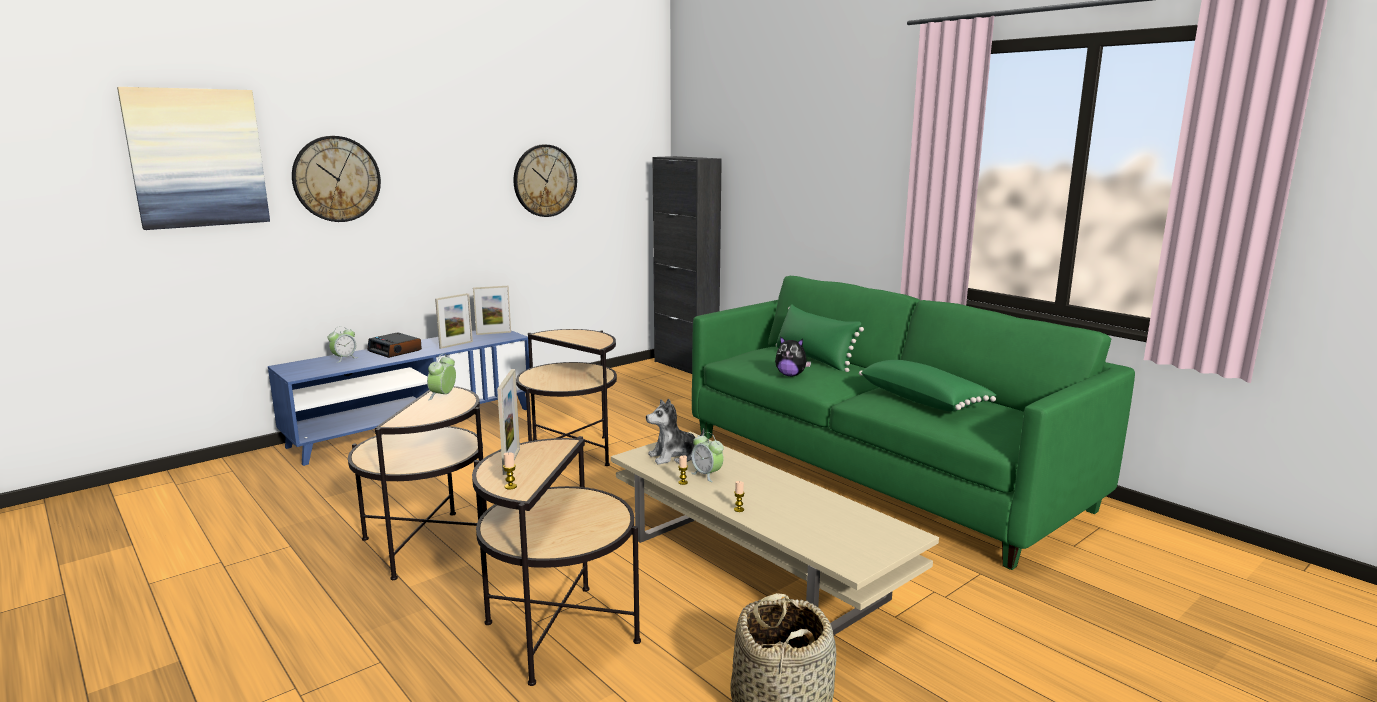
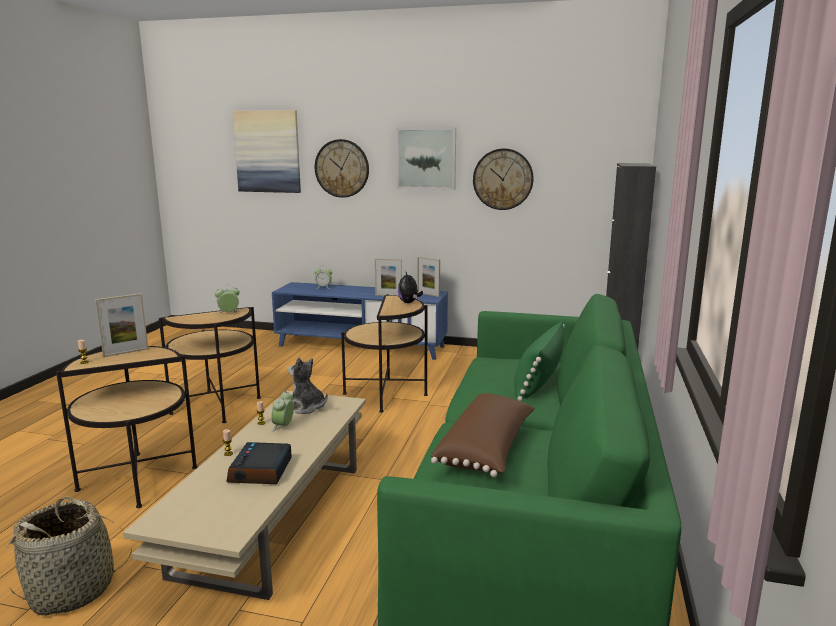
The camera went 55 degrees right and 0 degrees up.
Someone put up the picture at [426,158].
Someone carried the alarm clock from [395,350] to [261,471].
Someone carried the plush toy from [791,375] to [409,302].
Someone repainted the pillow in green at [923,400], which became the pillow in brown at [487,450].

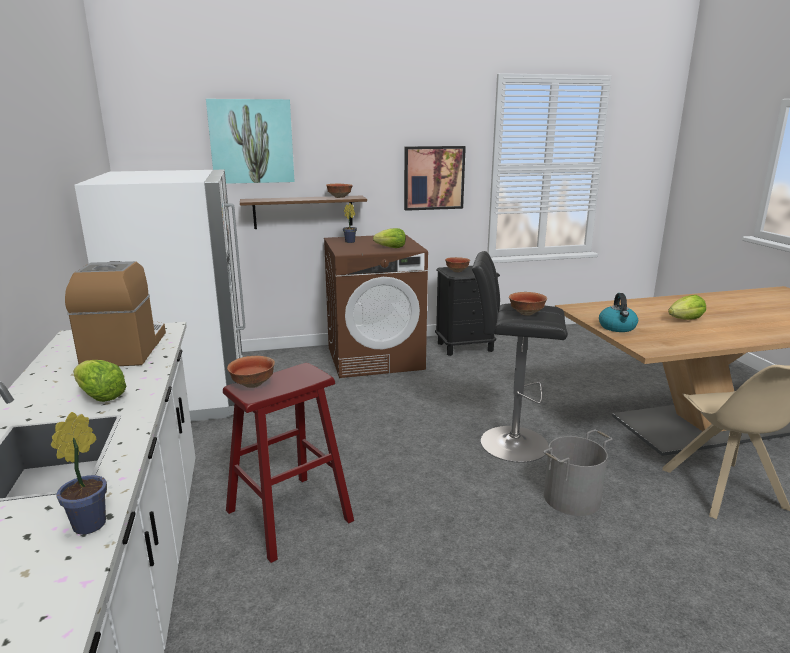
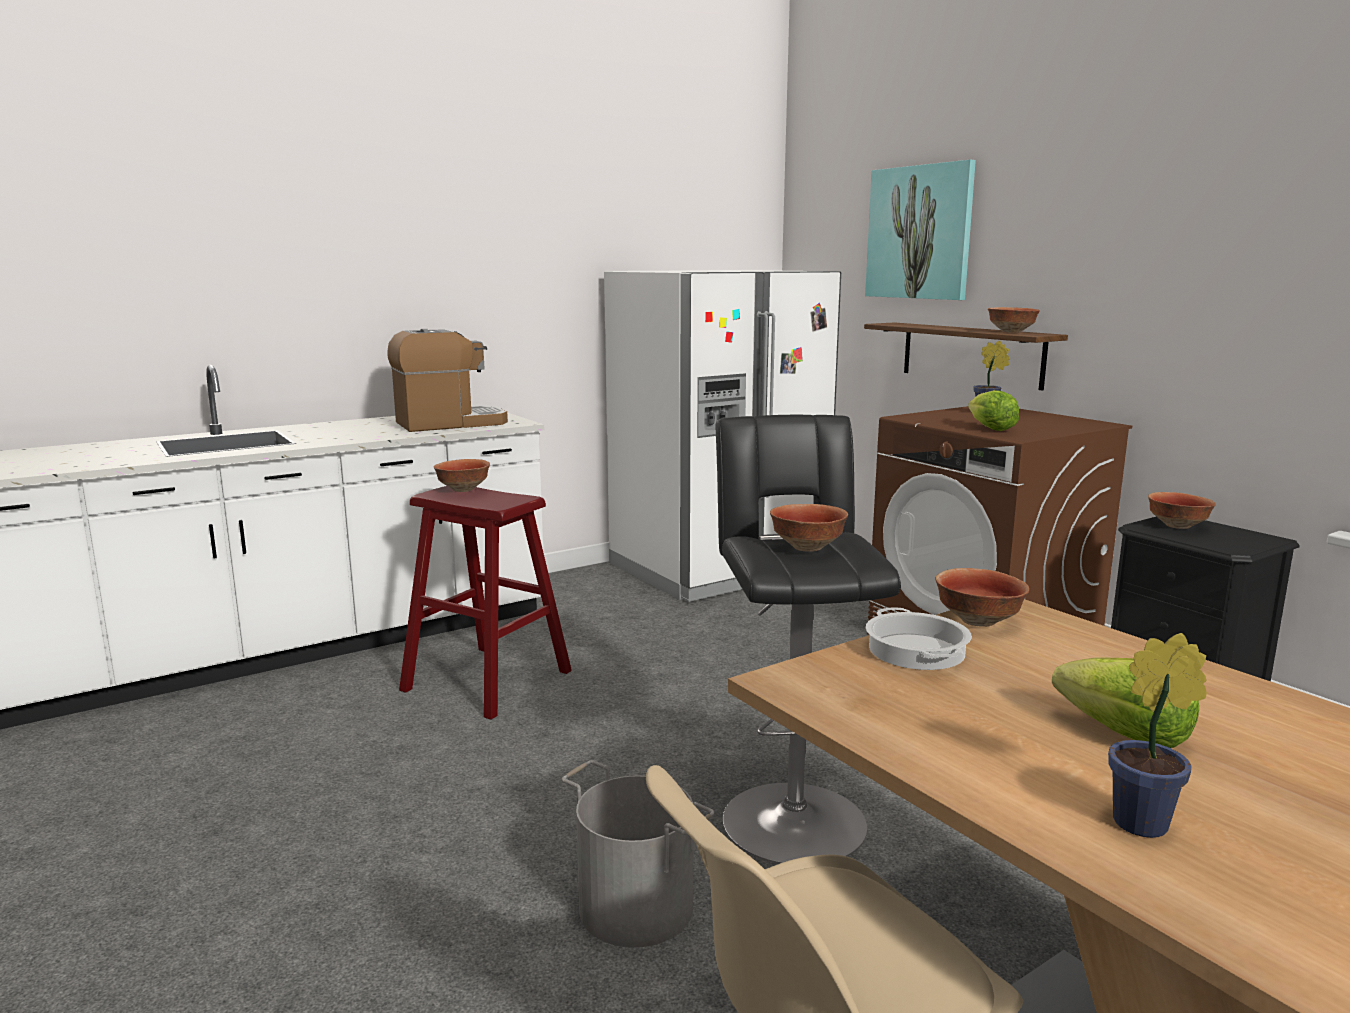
The camera went 70 degrees right and 5 degrees down.
Someone took away the lettuce at [100,397].
Someone took away the picture at [433,178].
Someone put down the bowl at [978,620].
Someone carried the potted plant from [93,522] to [1147,824].
Someone swapped the kettle at [617,327] for the cooking pot at [917,651].

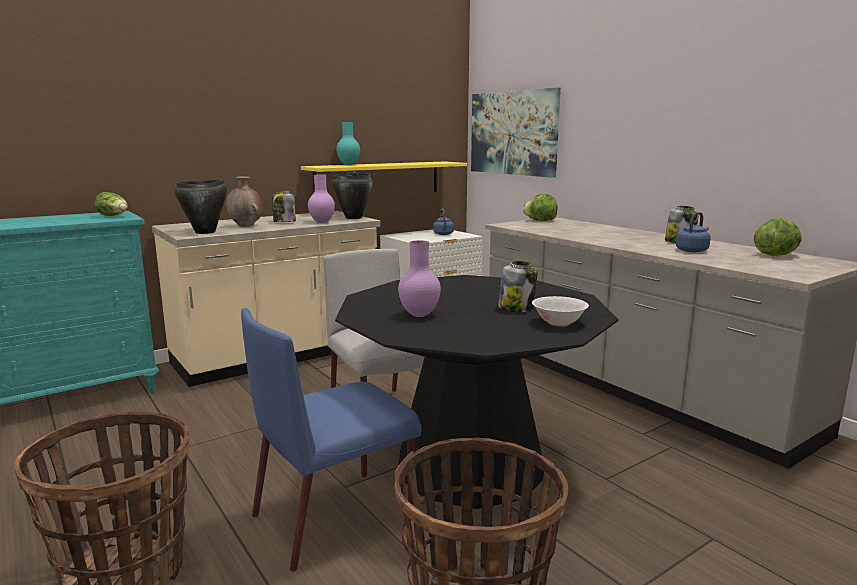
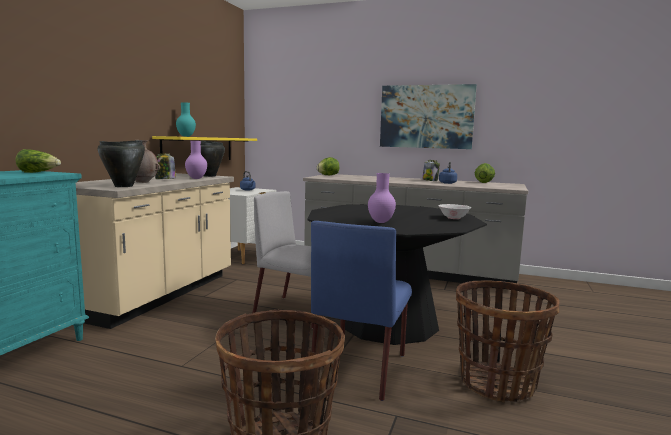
The camera went 35 degrees left and 5 degrees down.
Someone took away the jar at [516,308].
Someone carried the picture from [513,133] to [426,116].

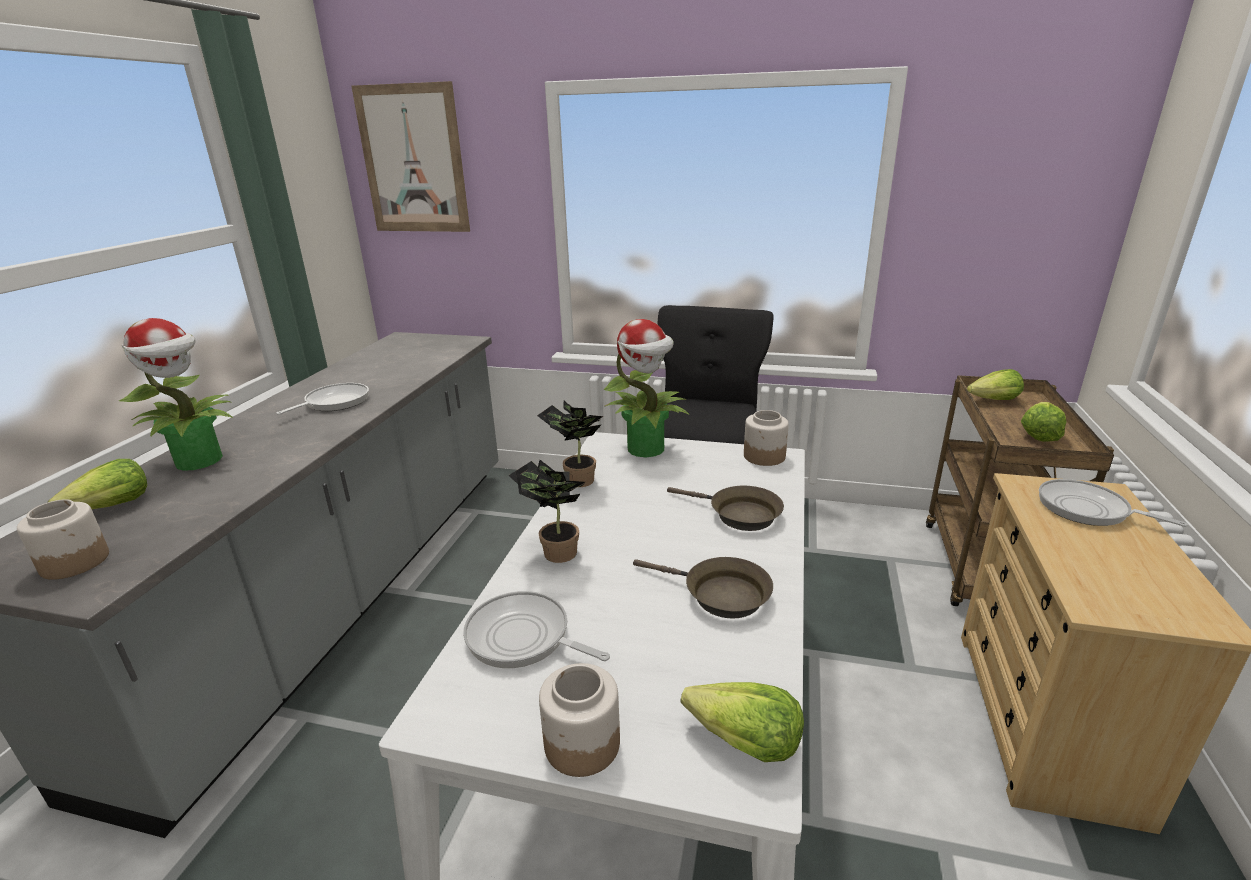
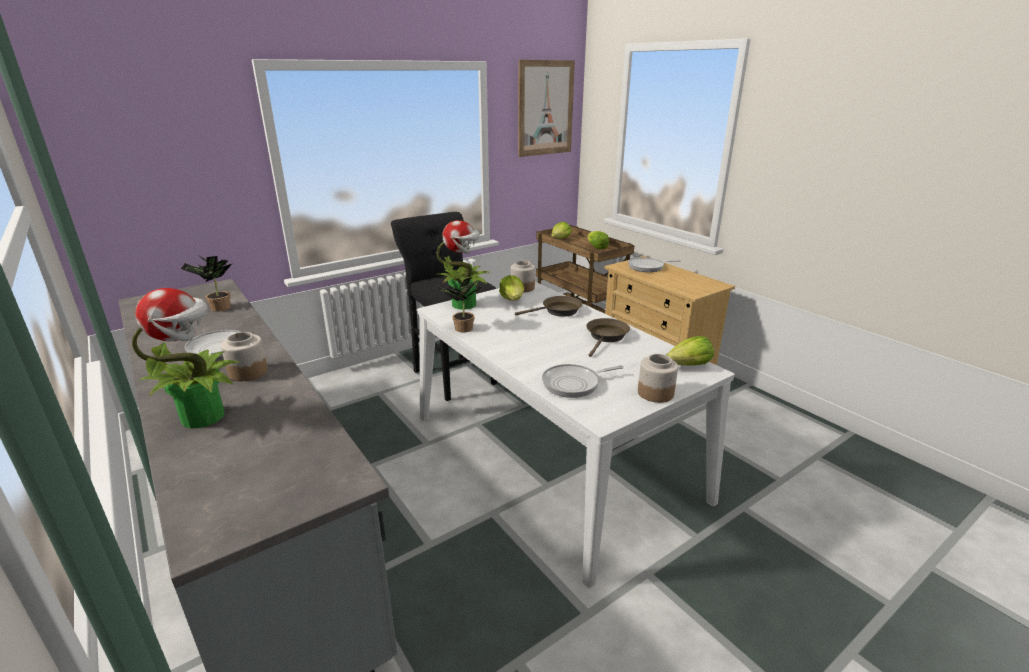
The camera went 50 degrees left and 0 degrees up.
Someone carried the jar from [75,562] to [248,372].
Someone carried the lettuce from [112,507] to [513,299].
Someone carried the picture from [413,160] to [545,108].
Someone carried the potted plant from [555,552] to [217,308].
Someone rotated the frying pan in brown at [719,595] by 45 degrees counterclockwise.

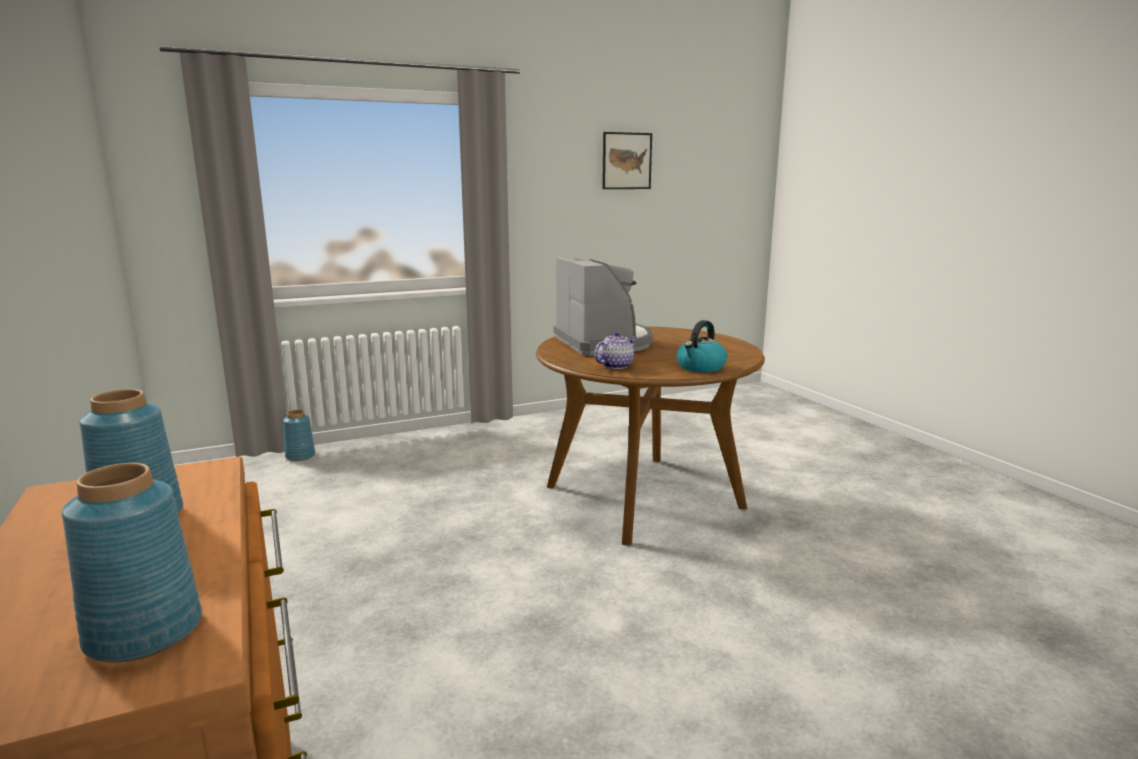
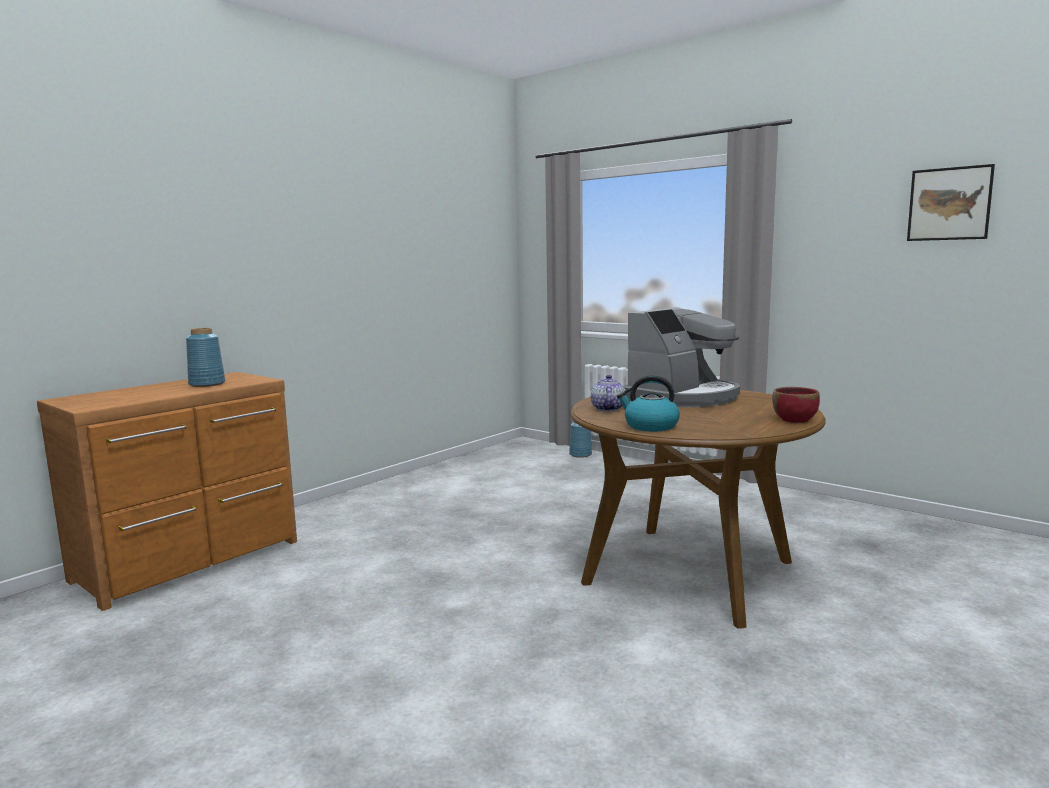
The camera went 65 degrees right and 5 degrees down.
Someone took away the vase in blue at [143,634].
Someone put down the bowl in red at [795,420].
Someone rotated the teapot at [615,366] by 105 degrees counterclockwise.

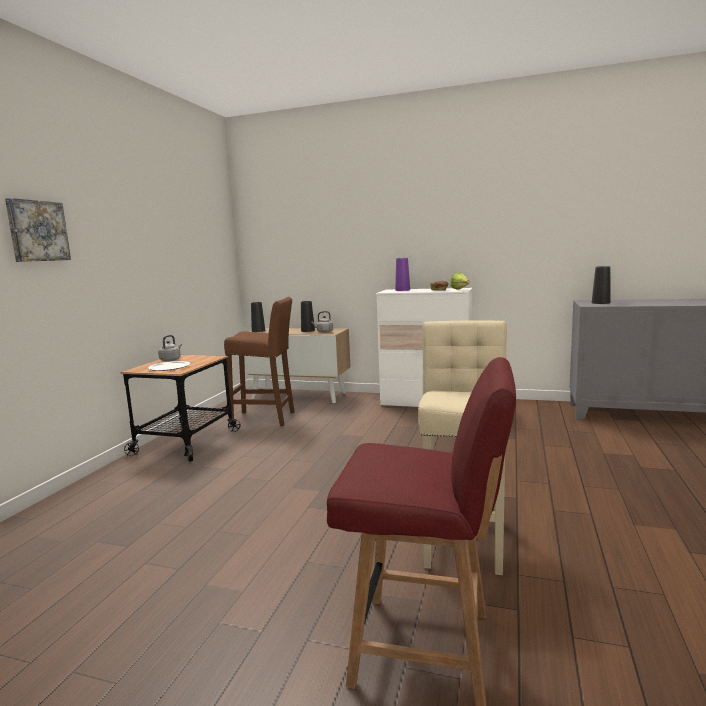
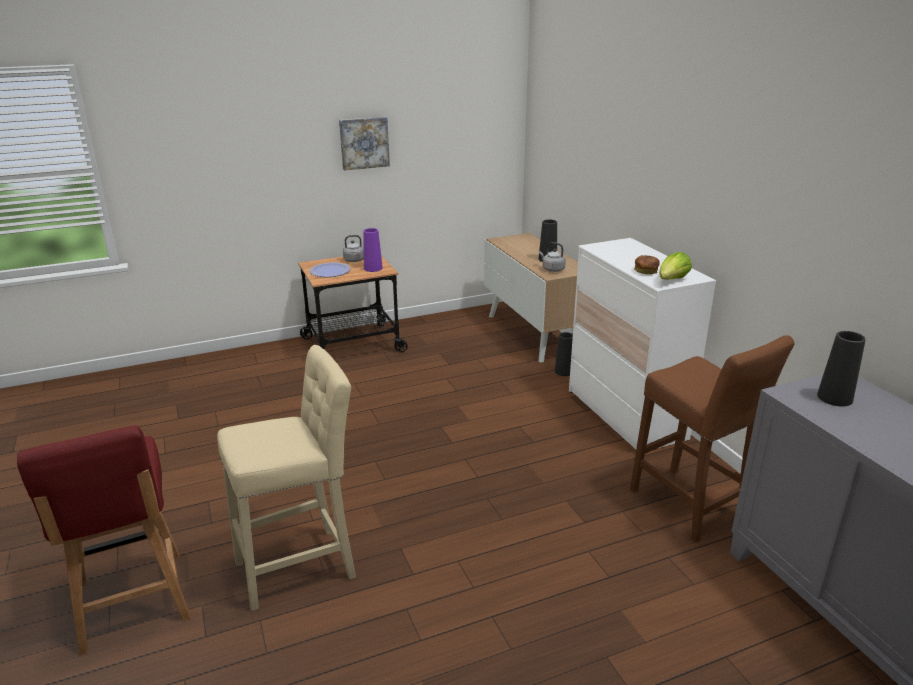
The camera went 50 degrees right and 15 degrees up.
Someone carried the picture from [37,231] to [364,143].
Someone carried the stool in brown from [266,418] to [690,507].
Someone carried the vase in black from [258,331] to [564,371].
Someone carried the vase in purple from [402,290] to [373,268].

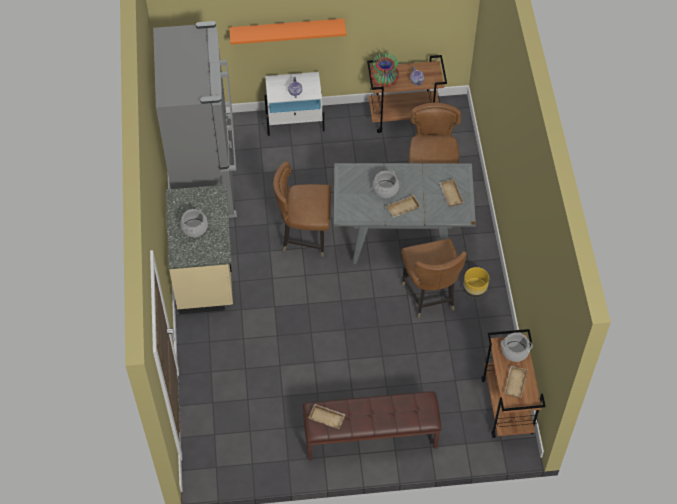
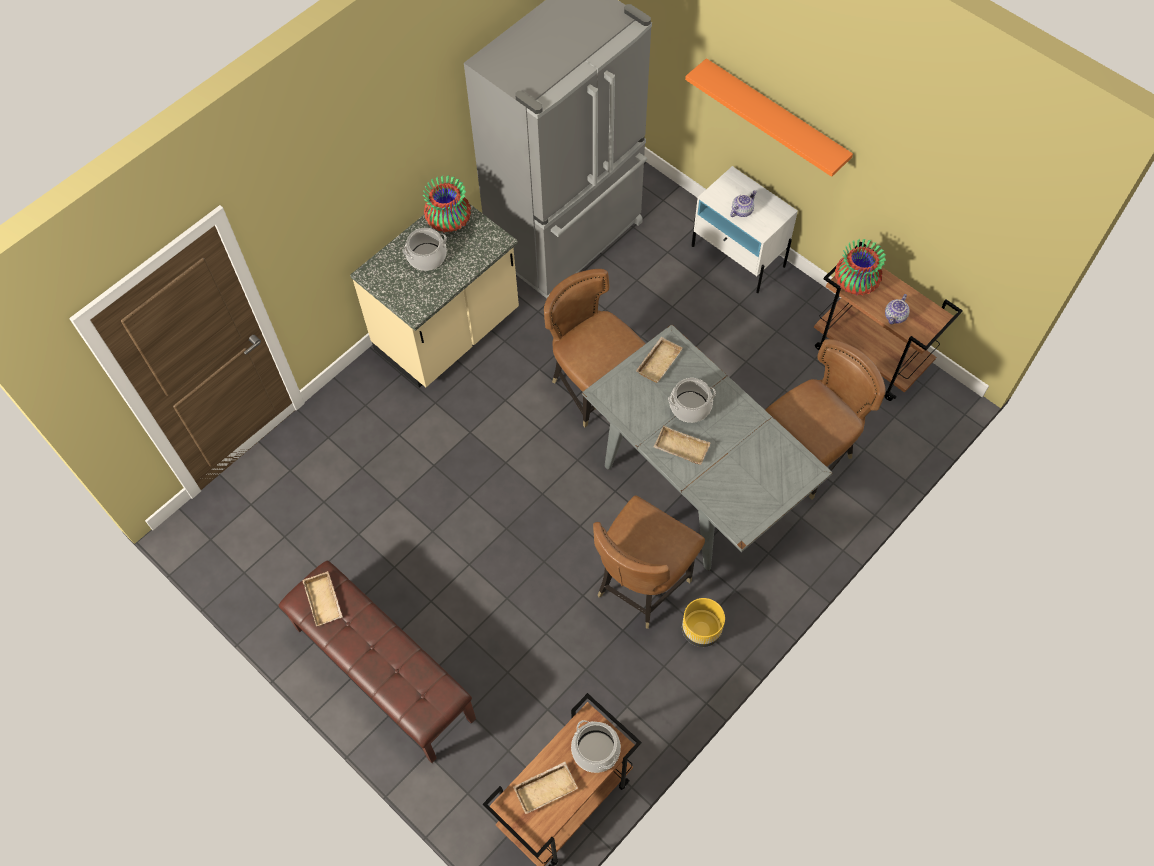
The camera went 50 degrees right and 5 degrees up.
Someone put down the vase at [449,221].
Someone carried the tray in beige from [450,194] to [658,361].

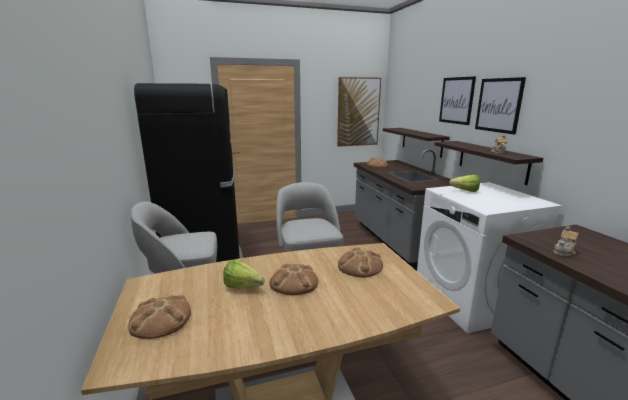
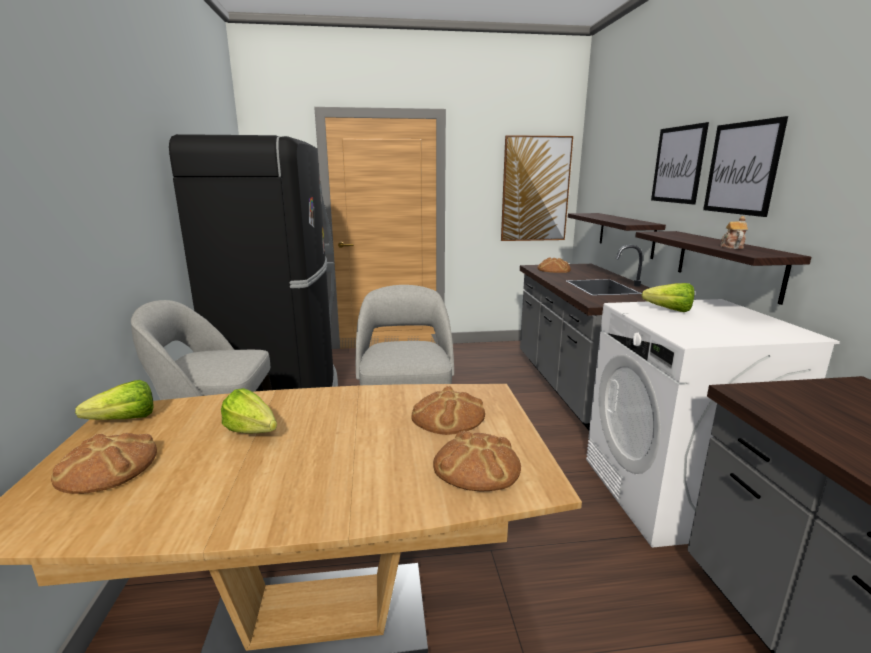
The camera went 10 degrees right and 0 degrees up.
Someone took away the teapot at [564,252].
Someone put down the lettuce at [119,421].
Someone carried the bread from [294,282] to [476,466].

